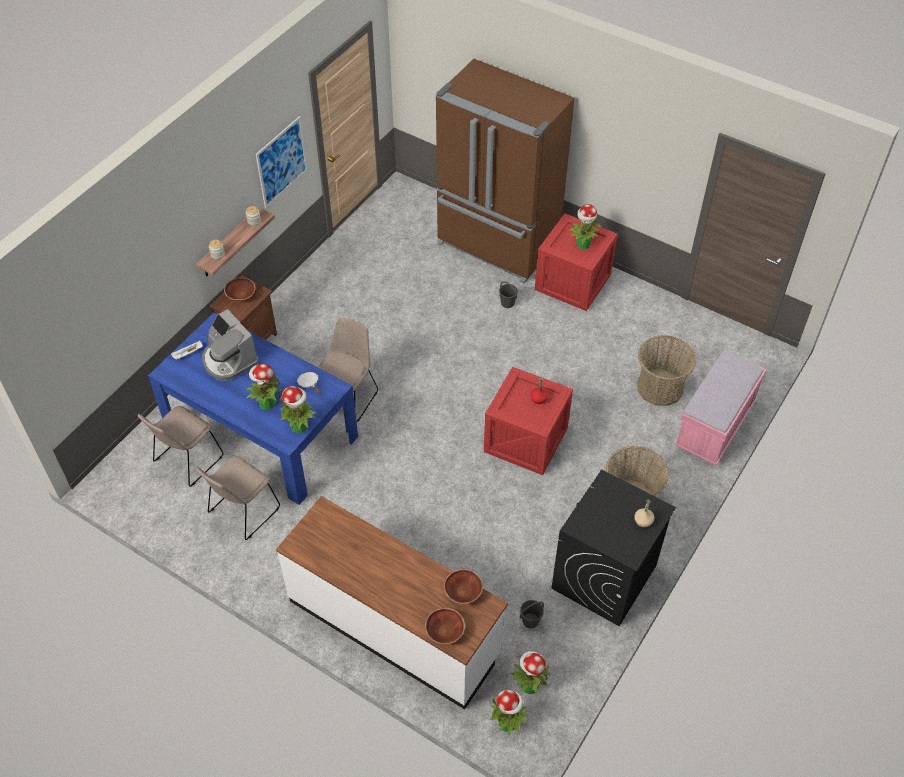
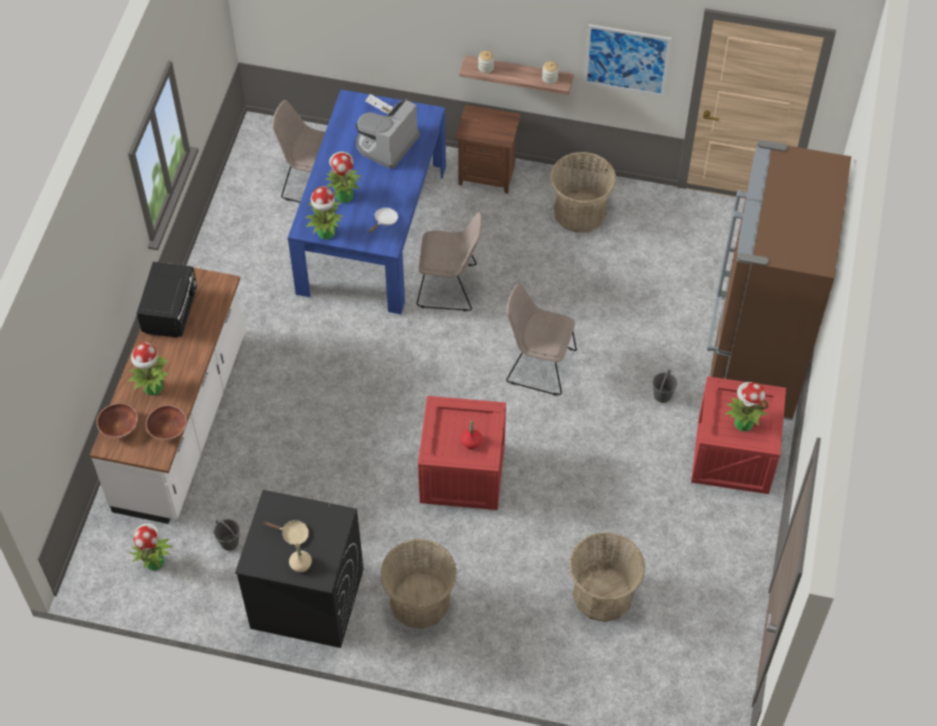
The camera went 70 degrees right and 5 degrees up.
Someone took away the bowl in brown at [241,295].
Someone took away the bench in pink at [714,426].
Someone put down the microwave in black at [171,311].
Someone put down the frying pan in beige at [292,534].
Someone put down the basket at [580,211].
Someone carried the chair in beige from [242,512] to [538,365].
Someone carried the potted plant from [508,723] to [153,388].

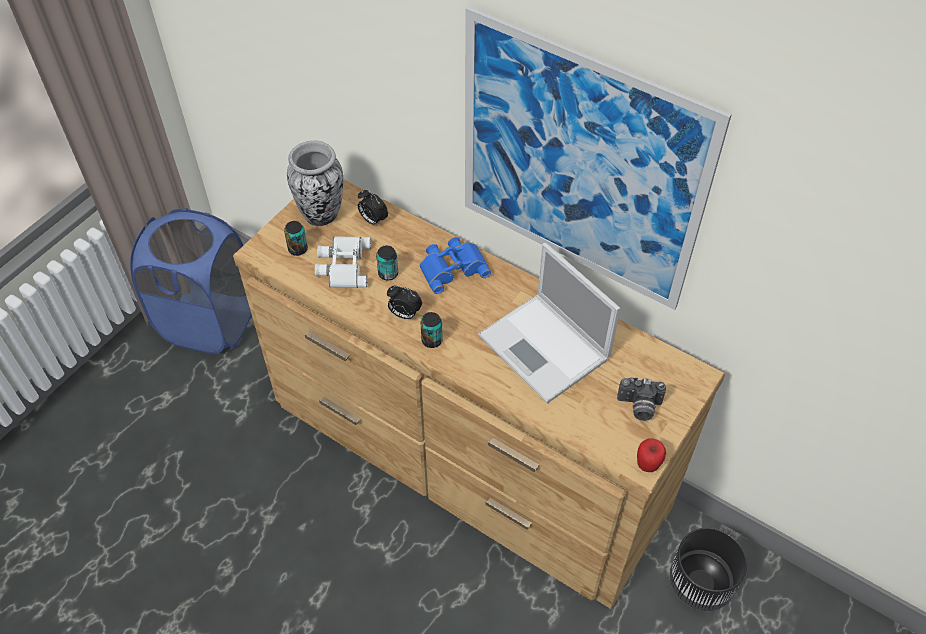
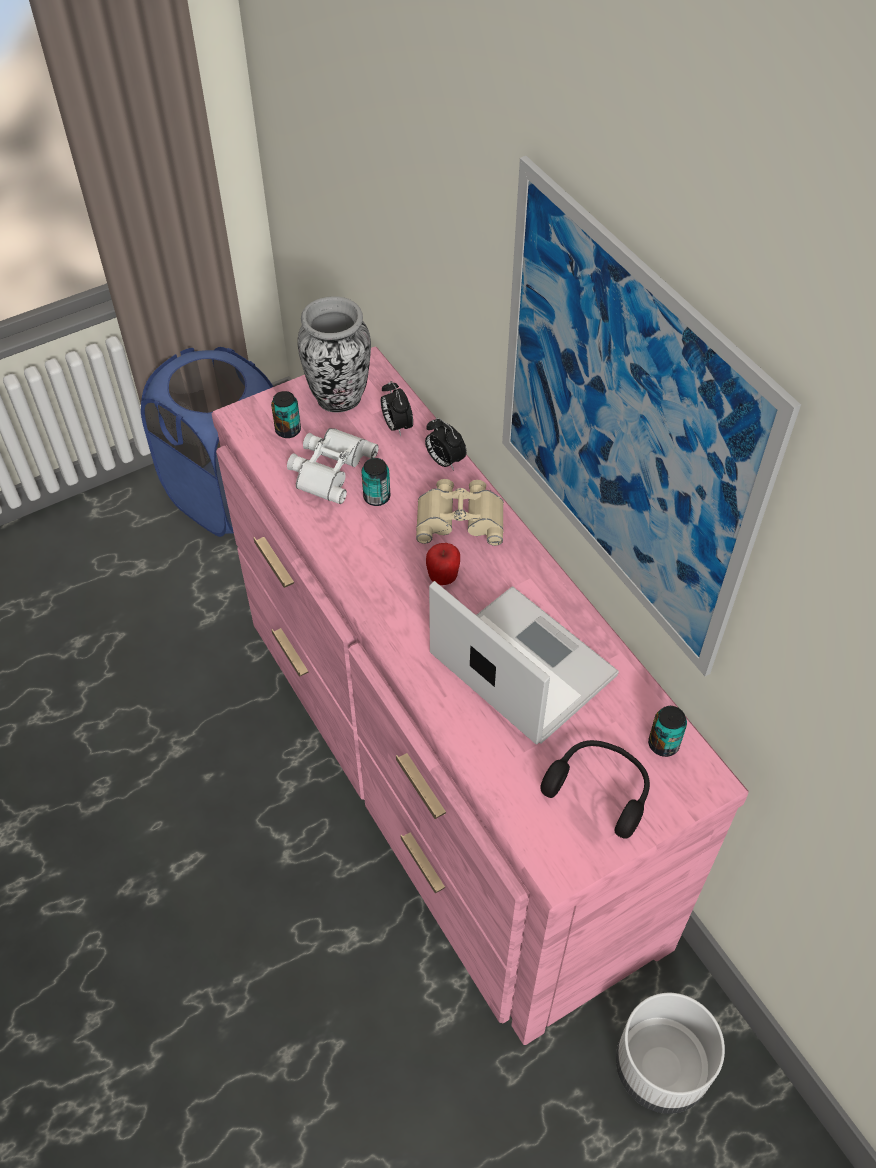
The camera went 25 degrees right and 0 degrees up.
Someone carried the alarm clock from [404,314] to [444,461].
Someone carried the can from [432,340] to [663,744].
Someone carried the apple from [647,464] to [443,577].
Someone swapped the photo camera at [639,407] for the headphones in black at [600,789].
Someone repainted the dresser in brown at [466,454], which became the dresser in pink at [443,770].
Someone repainted the binoculars in blue at [452,267], which became the binoculars in beige at [460,517].
Someone repainted the planter in black at [700,583], which became the planter in white at [660,1068].
Someone rotated the laptop at [545,348] by 150 degrees clockwise.

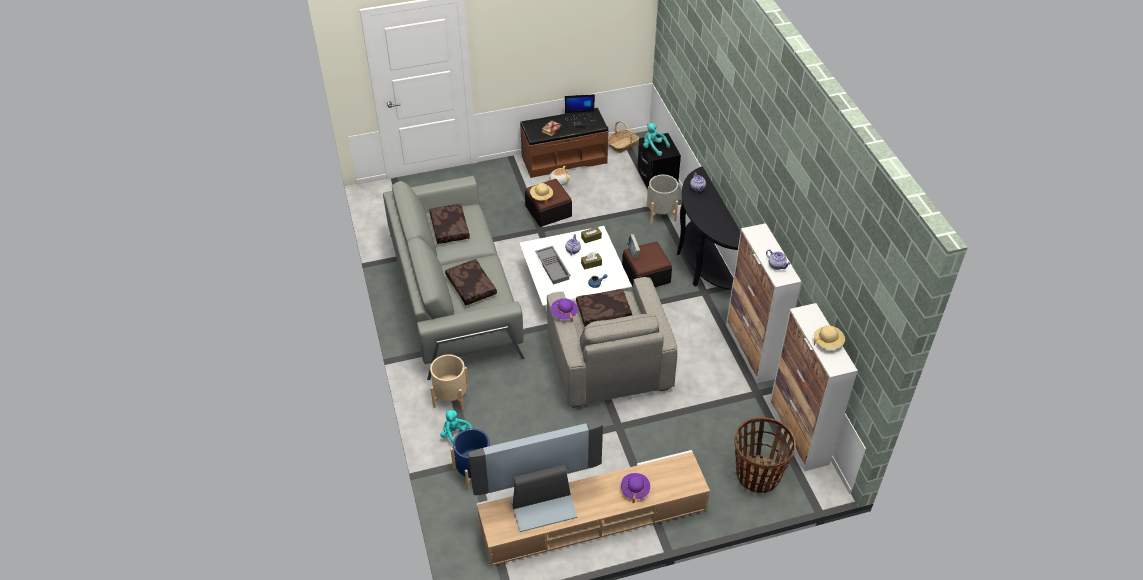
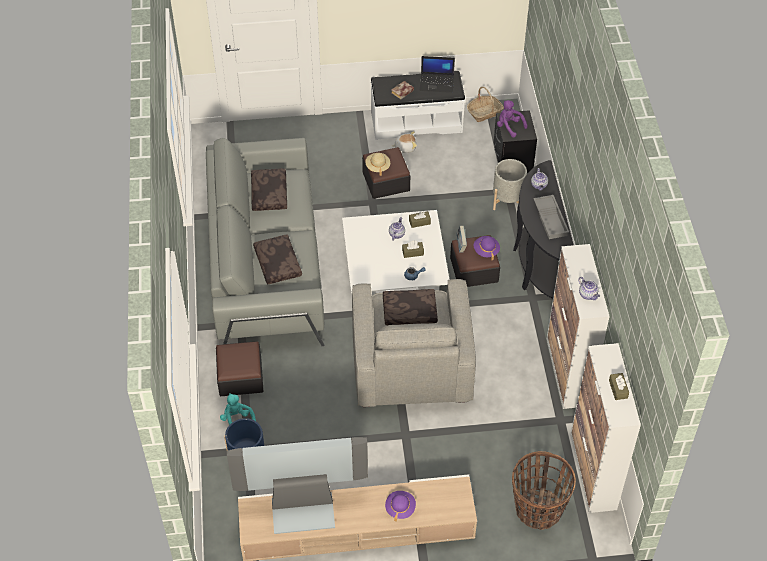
The camera went 10 degrees right and 5 degrees up.
Someone carried the tray in grey from [553,267] to [551,219].
Someone carried the hat in purple from [564,313] to [486,251].
Someone swapped the planter in beige at [451,396] for the ottoman at [240,377].
Someone swapped the hat in beige at [828,342] for the tissue box in brown at [618,389].
Someone repainted the bench in brown at [564,159], which became the bench in white at [416,122].
Someone repainted the plush toy in turquoise at [653,148], which became the plush toy in purple at [509,126].

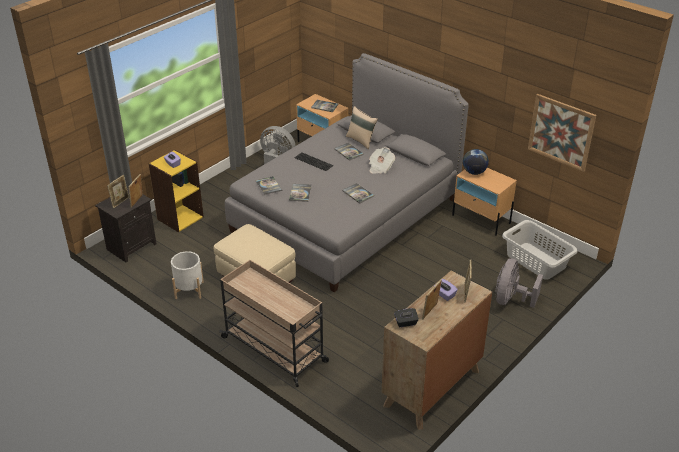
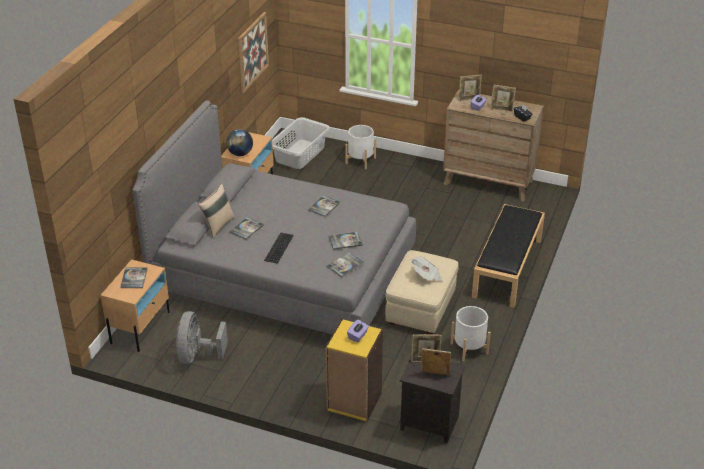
The camera went 110 degrees left and 0 degrees up.
Someone carried the newspaper from [380,167] to [426,276].
Someone swapped the cart in beige at [275,350] for the bench in black at [507,268].
Someone swapped the fan in grey at [511,299] for the planter in white at [360,160].

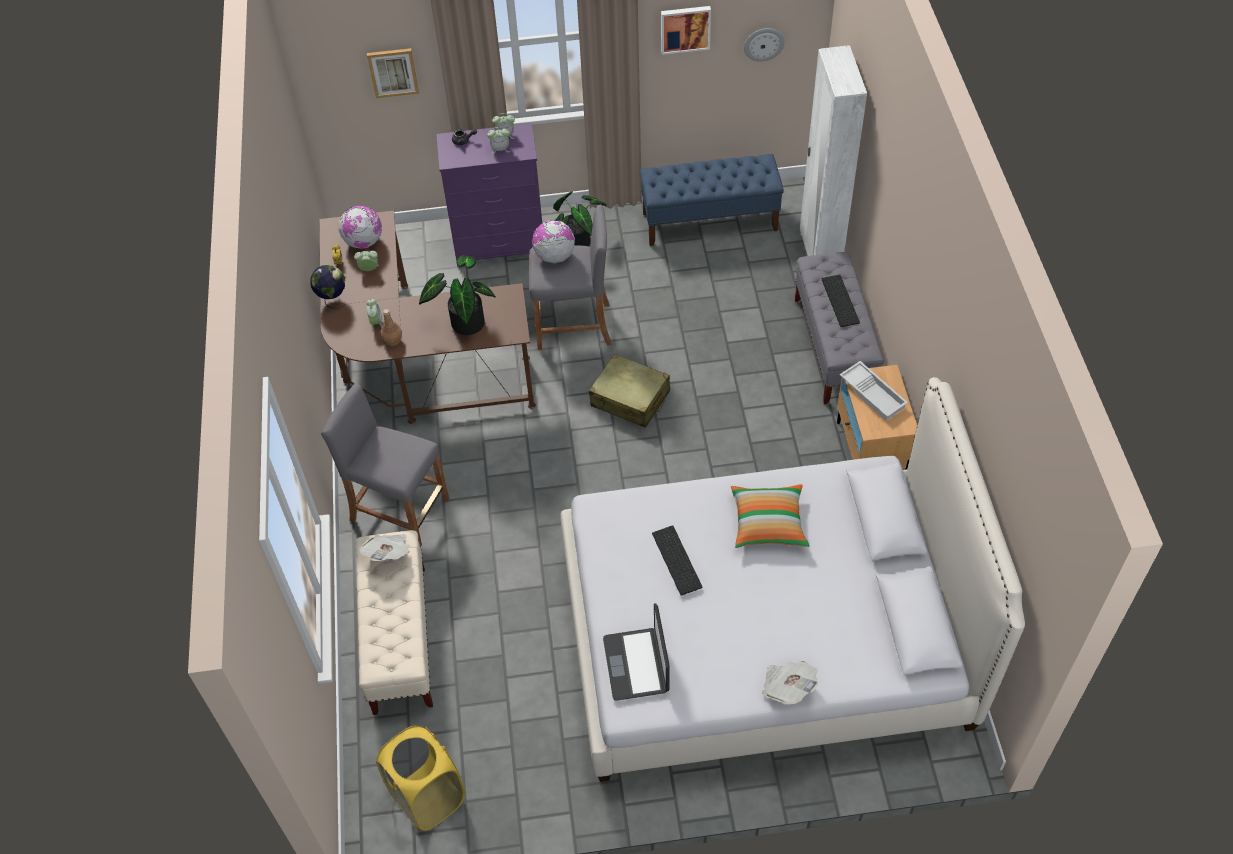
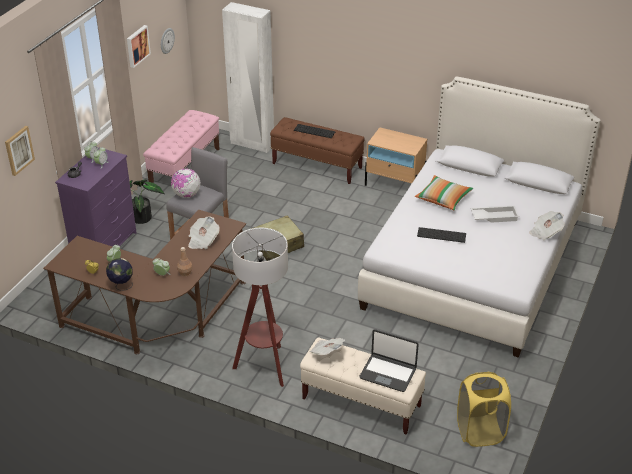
The camera went 60 degrees left and 15 degrees down.
Someone took away the globe at [364,242].
Someone carried the laptop from [637,664] to [388,373].
Someone carried the tray in white from [873,393] to [494,216].
Someone swapped the stool in grey at [399,510] for the floor lamp at [265,366].
Someone swapped the potted plant at [464,321] for the newspaper at [203,240].
Someone repainted the bench in blue at [710,221], which became the bench in pink at [185,166].
Someone repainted the bench in grey at [833,348], which became the bench in brown at [317,166].

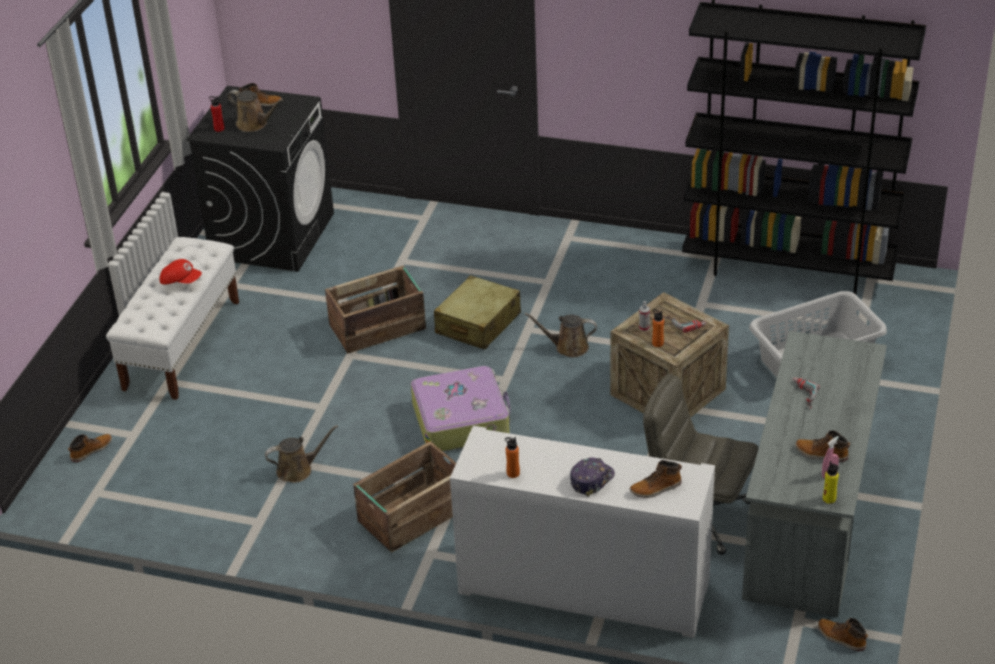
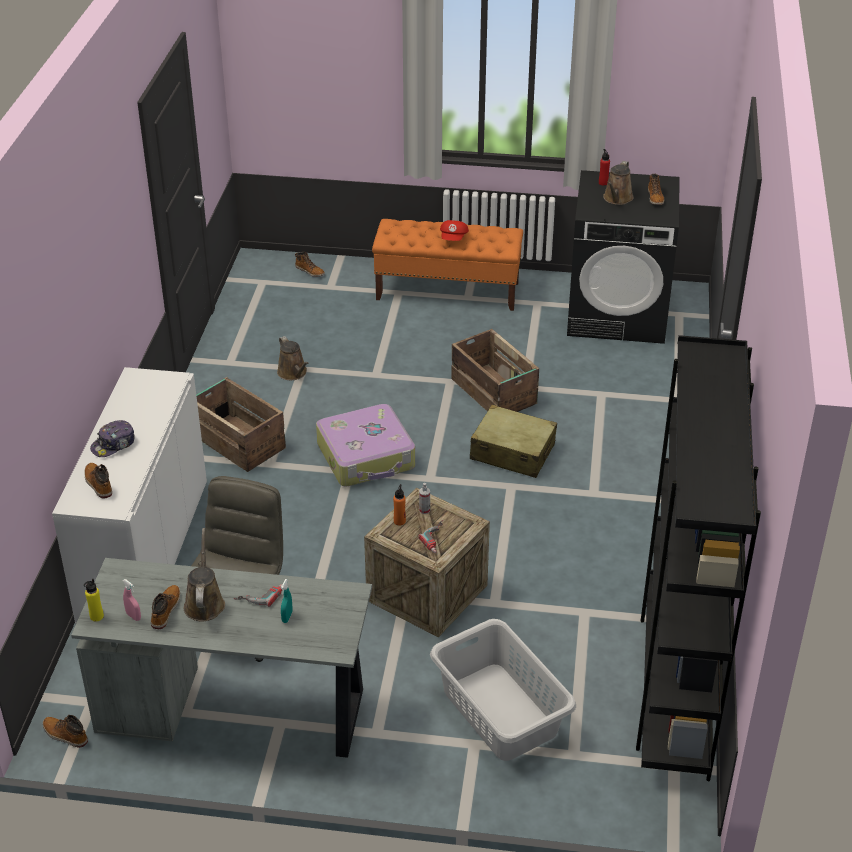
The camera went 80 degrees right and 0 degrees up.
Someone took away the bottle in orange at [513,473].
Someone put down the spray bottle in turquoise at [287,617].
Someone carried the watering can in brown from [568,347] to [204,603].
Someone repainted the bench in white at [182,344], which became the bench in orange at [448,291].
Someone rotated the cap at [591,480] by 105 degrees clockwise.
Someone rotated the boot at [841,638] by 90 degrees counterclockwise.

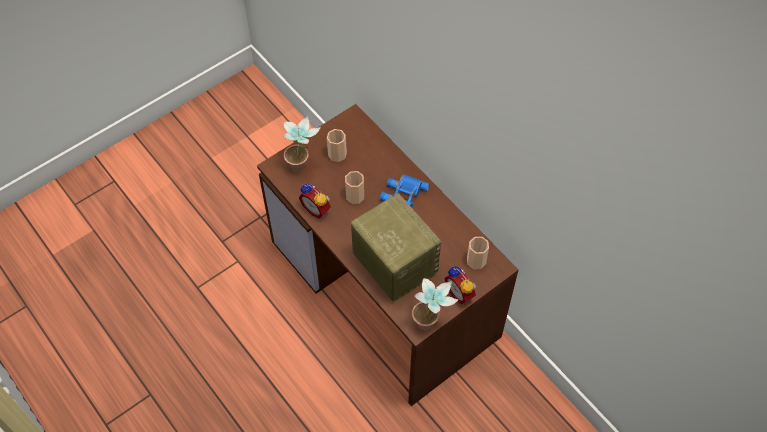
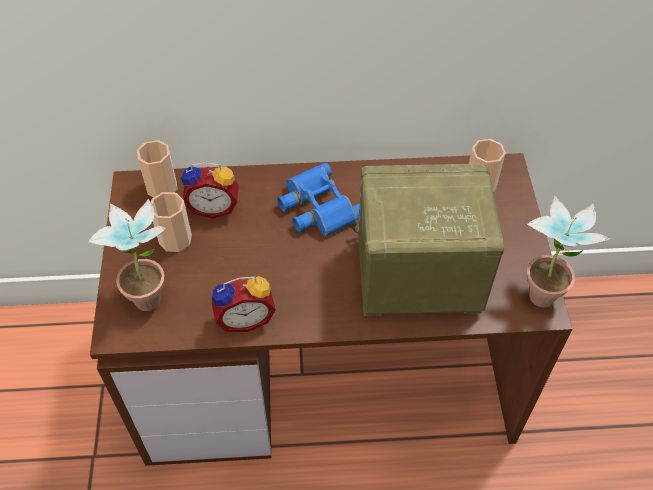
The camera went 55 degrees left and 5 degrees down.
Someone carried the cup from [355,196] to [162,187].
Someone carried the alarm clock from [460,292] to [214,207].

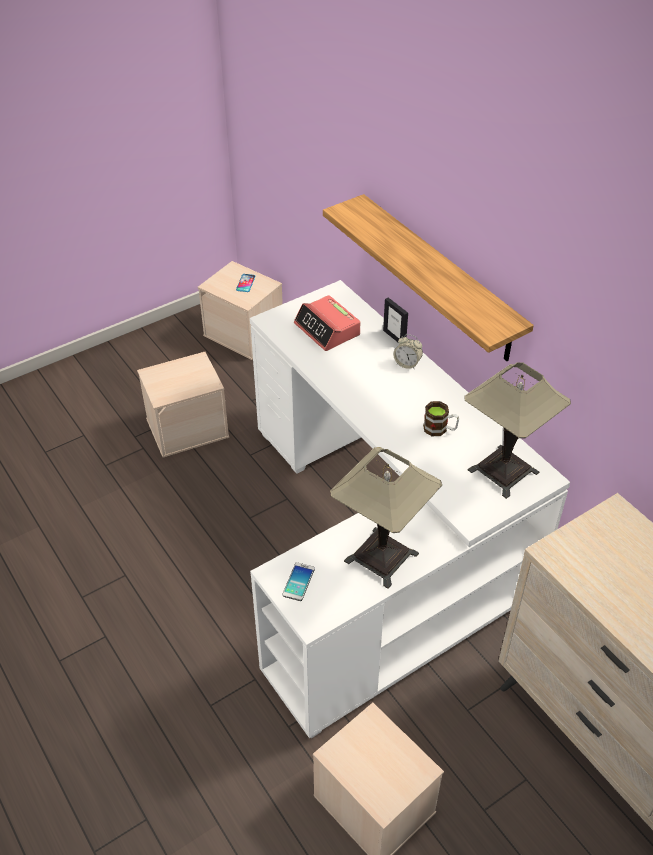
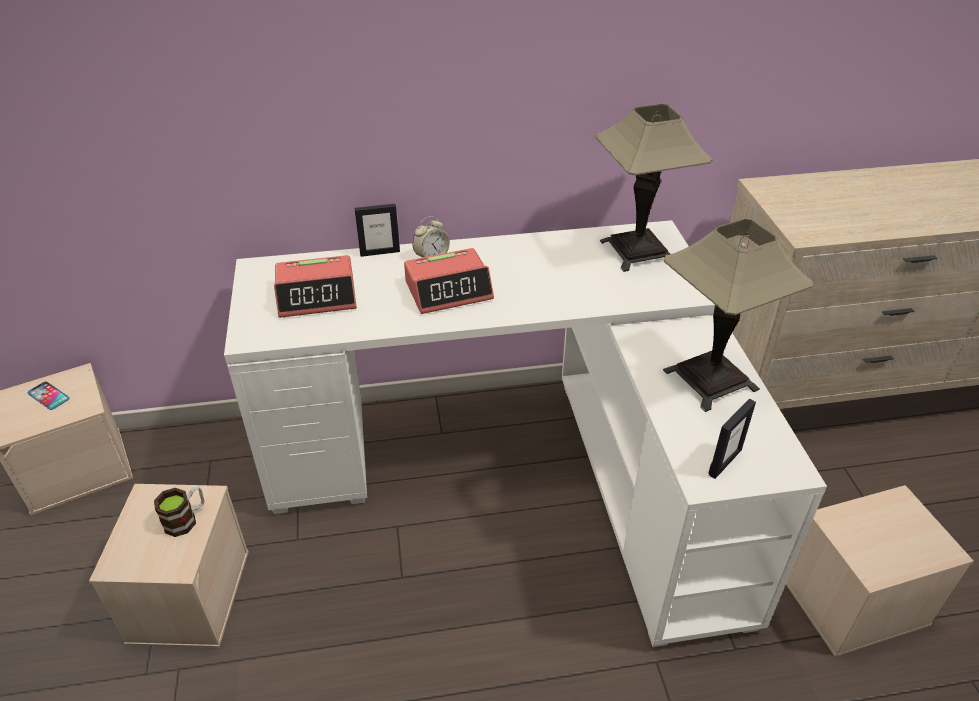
The camera went 65 degrees left and 5 degrees down.
Someone took away the shelf at [439,278].
Someone put down the alarm clock at [449,290].
Someone carried the mug from [440,429] to [186,519].
Someone swapped the phone at [298,582] for the picture frame at [724,462].

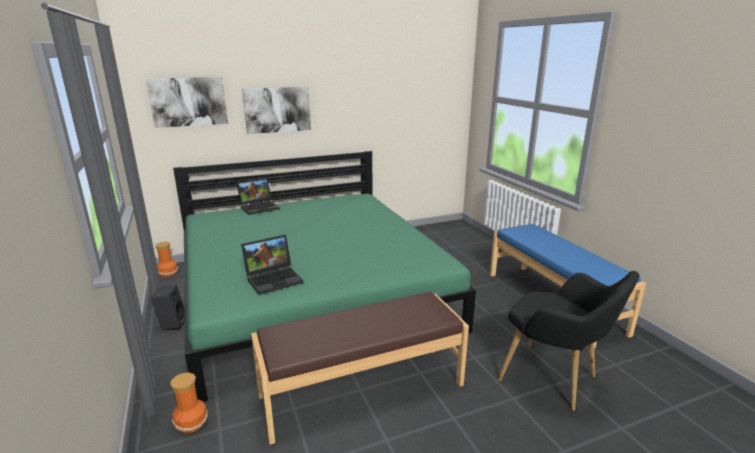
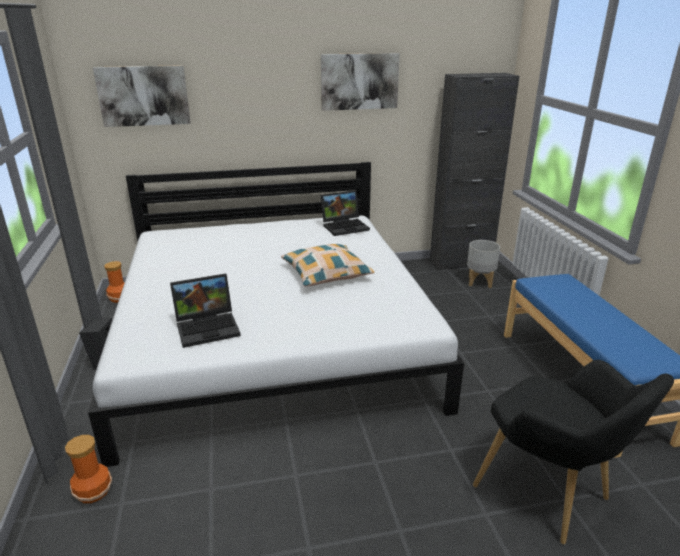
The camera went 10 degrees right and 5 degrees up.
Someone took away the bench in brown at [362,389].
Someone put down the pillow at [326,273].
Someone put down the cabinet in black at [460,262].
Someone put down the planter in grey at [479,282].
Someone carried the laptop from [259,207] to [345,226].
Someone carried the picture from [277,109] to [359,81].
Someone repainted the bed in green at [311,292], which became the bed in white at [273,337].

